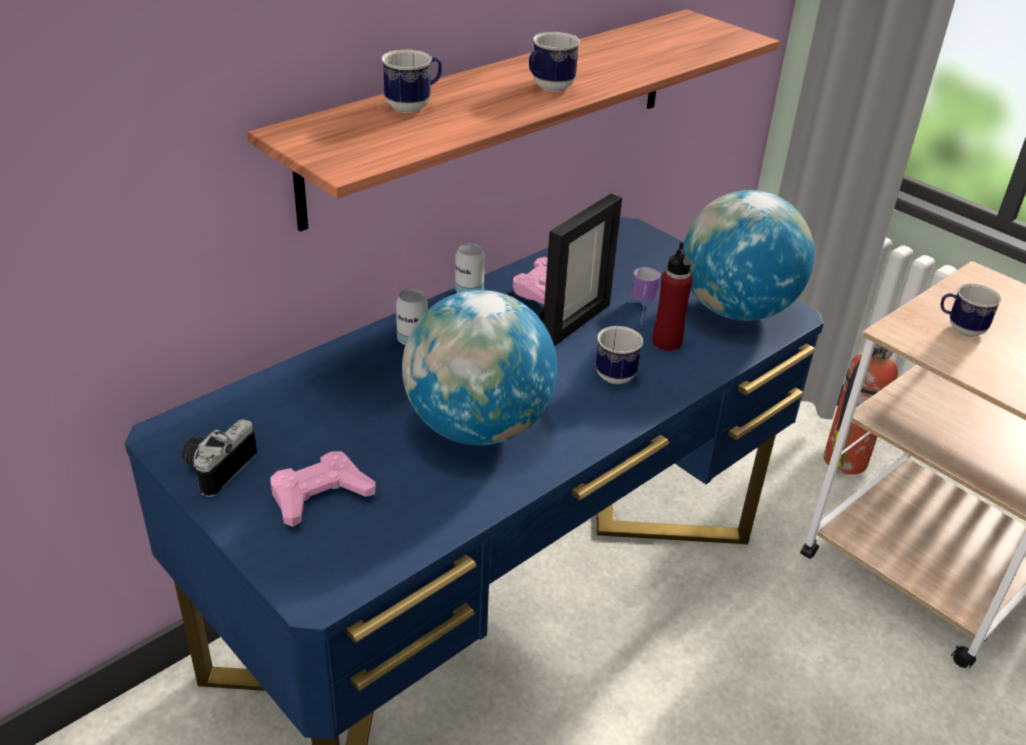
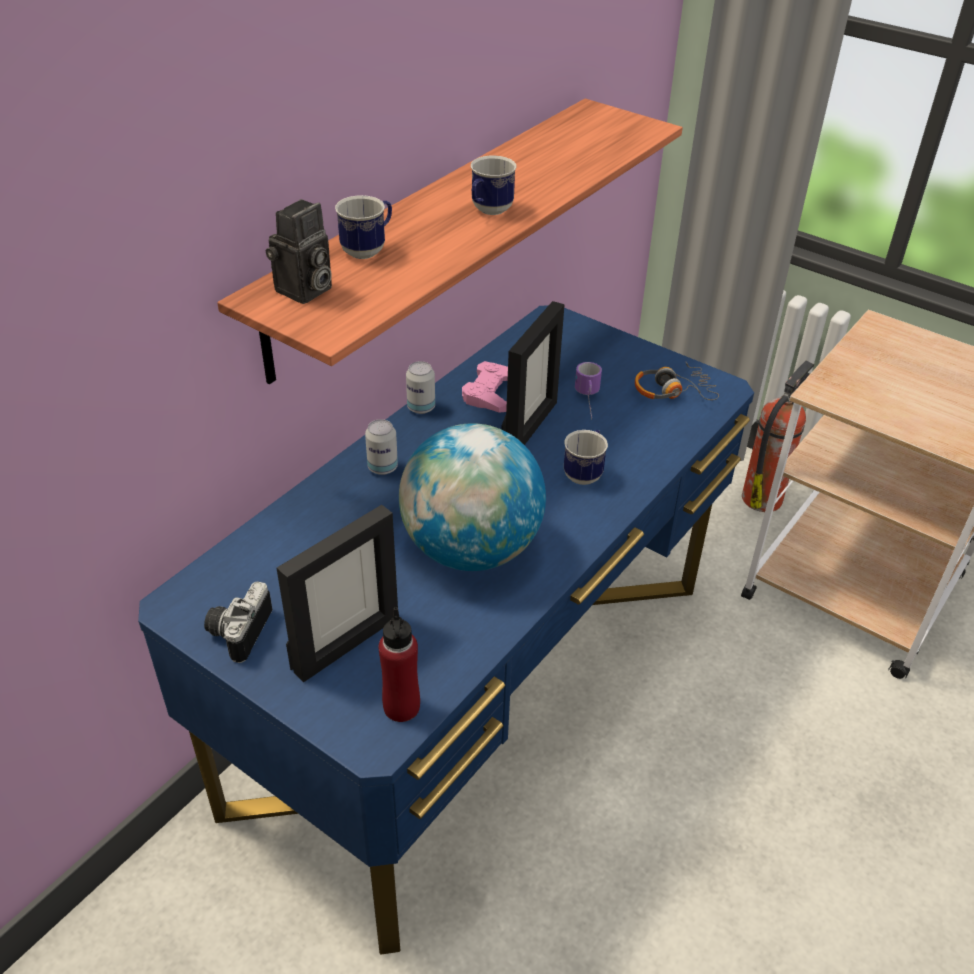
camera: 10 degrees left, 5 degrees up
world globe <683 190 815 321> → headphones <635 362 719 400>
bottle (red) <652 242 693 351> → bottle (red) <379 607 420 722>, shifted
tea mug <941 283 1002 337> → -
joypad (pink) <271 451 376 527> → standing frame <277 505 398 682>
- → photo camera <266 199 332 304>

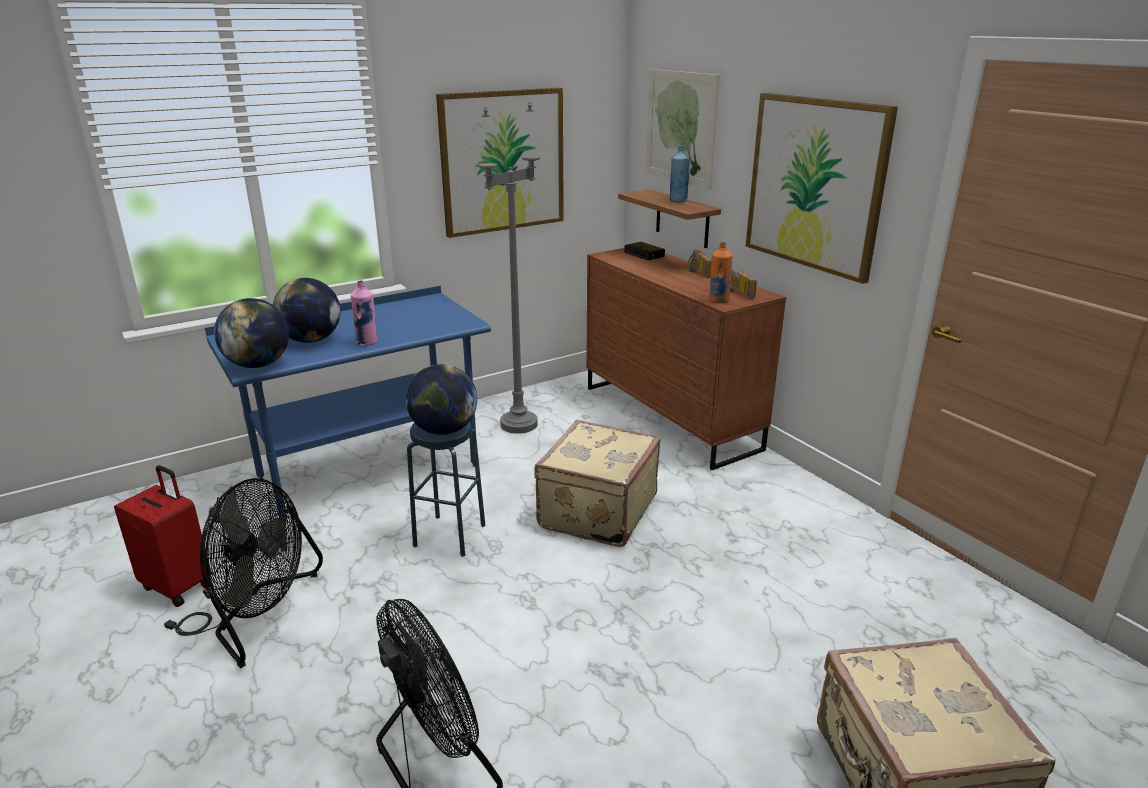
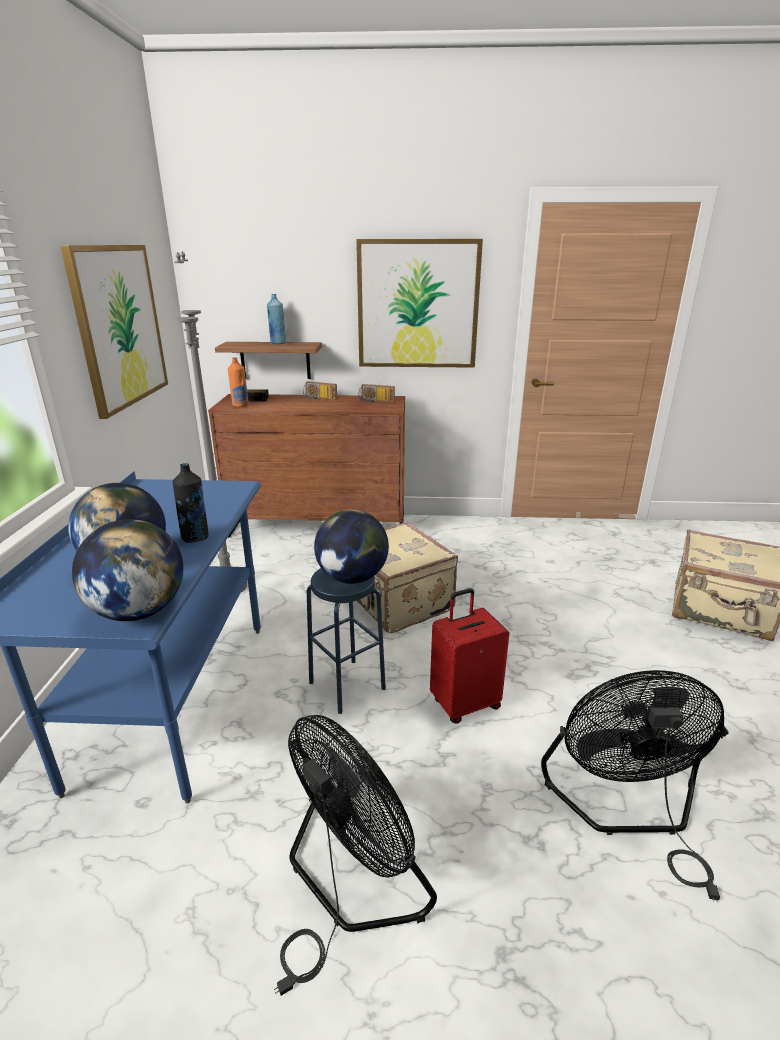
camera: 55 degrees left, 0 degrees up
wall art <646 69 720 189> → -
bottle (orange) <709 242 733 303> → bottle (orange) <228 358 249 407>, shifted
bottle (pink) <351 281 377 346> → bottle (blackish) <173 463 208 543>
piece of luggage (red) <114 465 211 607> → piece of luggage (red) <430 588 509 724>, shifted

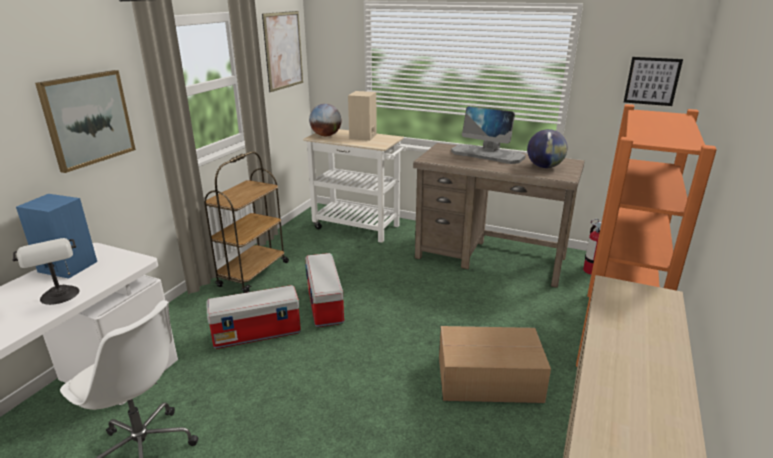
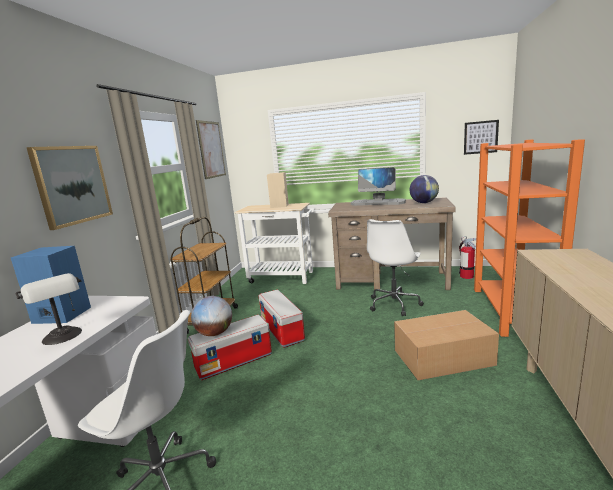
camera: 10 degrees left, 10 degrees down
world globe <309 104 341 136> → world globe <191 296 232 336>, shifted
- → office chair (whitish) <367 219 424 316>

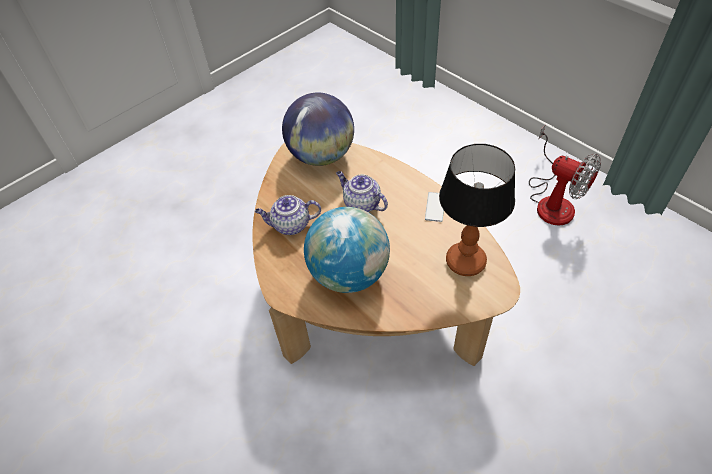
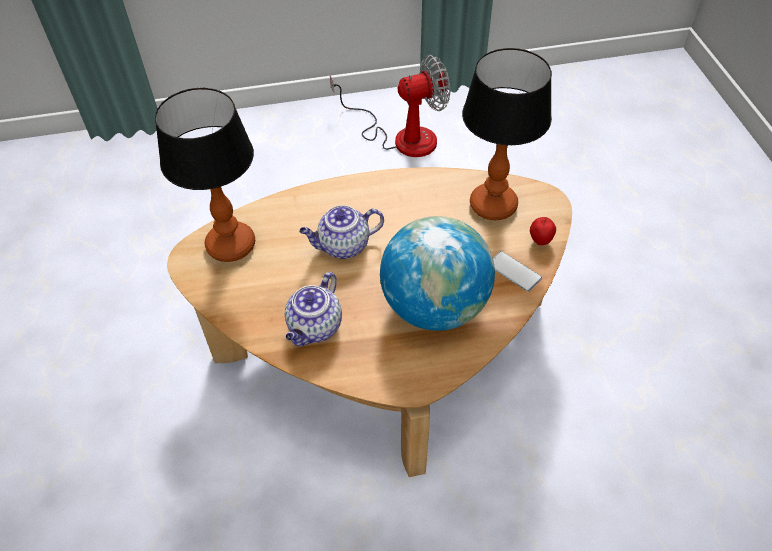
camera: 60 degrees left, 0 degrees up
world globe <282 92 354 166> → table lamp <155 87 255 262>
handset <425 192 444 222> → handset <493 251 542 292>, shifted
- → apple <530 217 556 245>

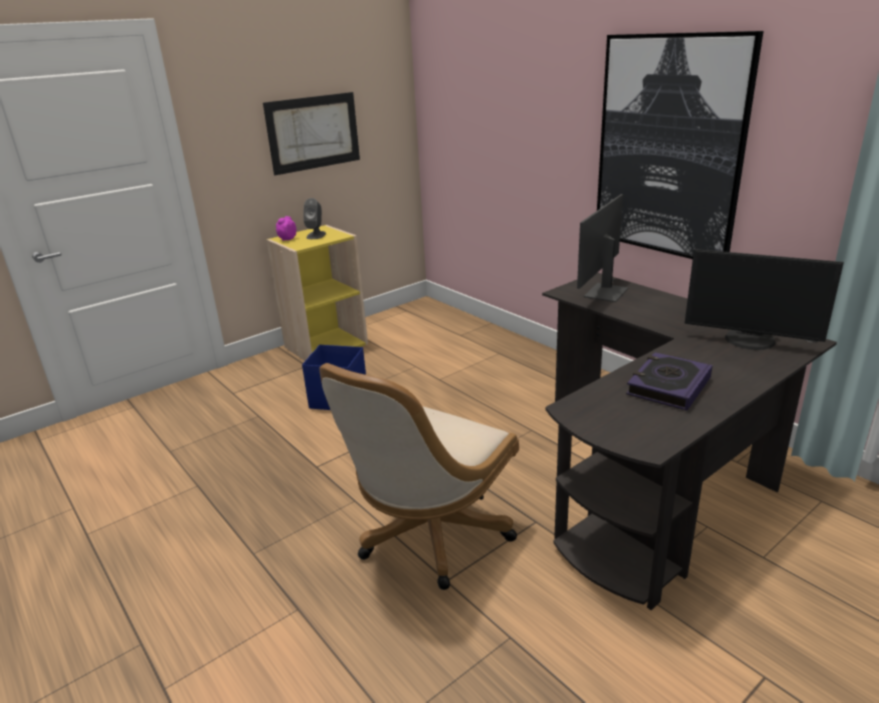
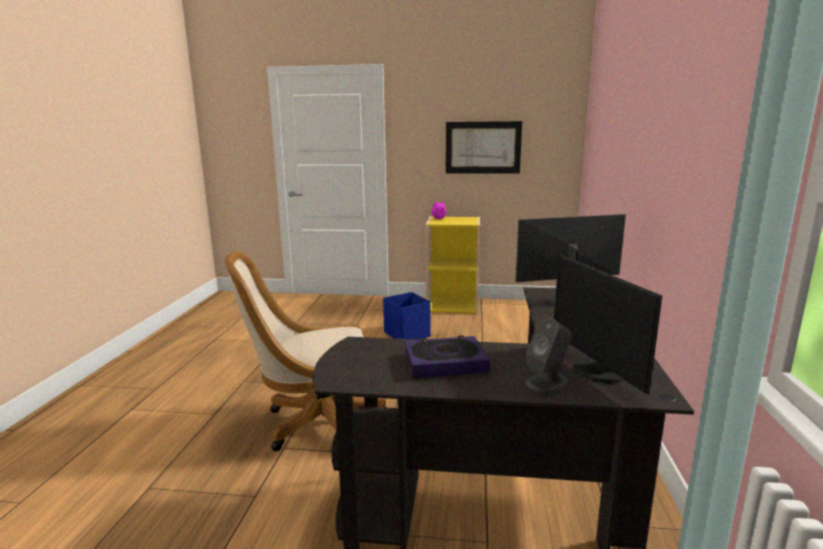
camera: 45 degrees right, 10 degrees down
wall art <597 31 763 259> → -
loudspeaker (grey) <303 198 326 239> → loudspeaker (grey) <526 318 571 393>, shifted

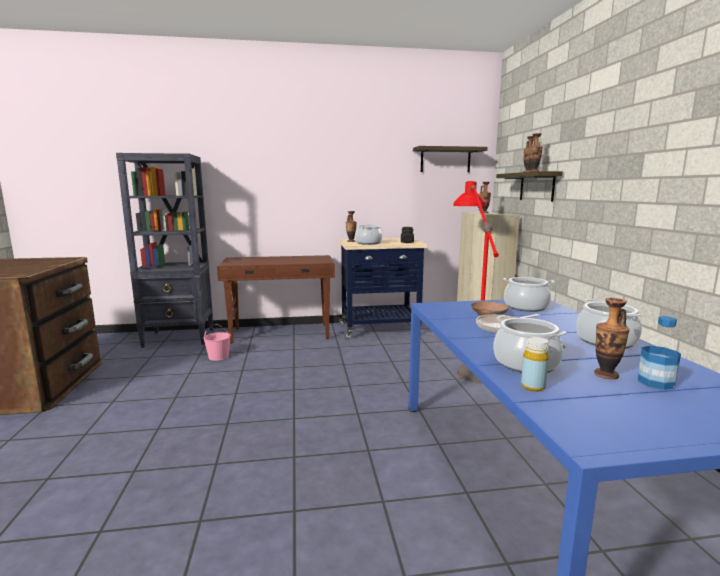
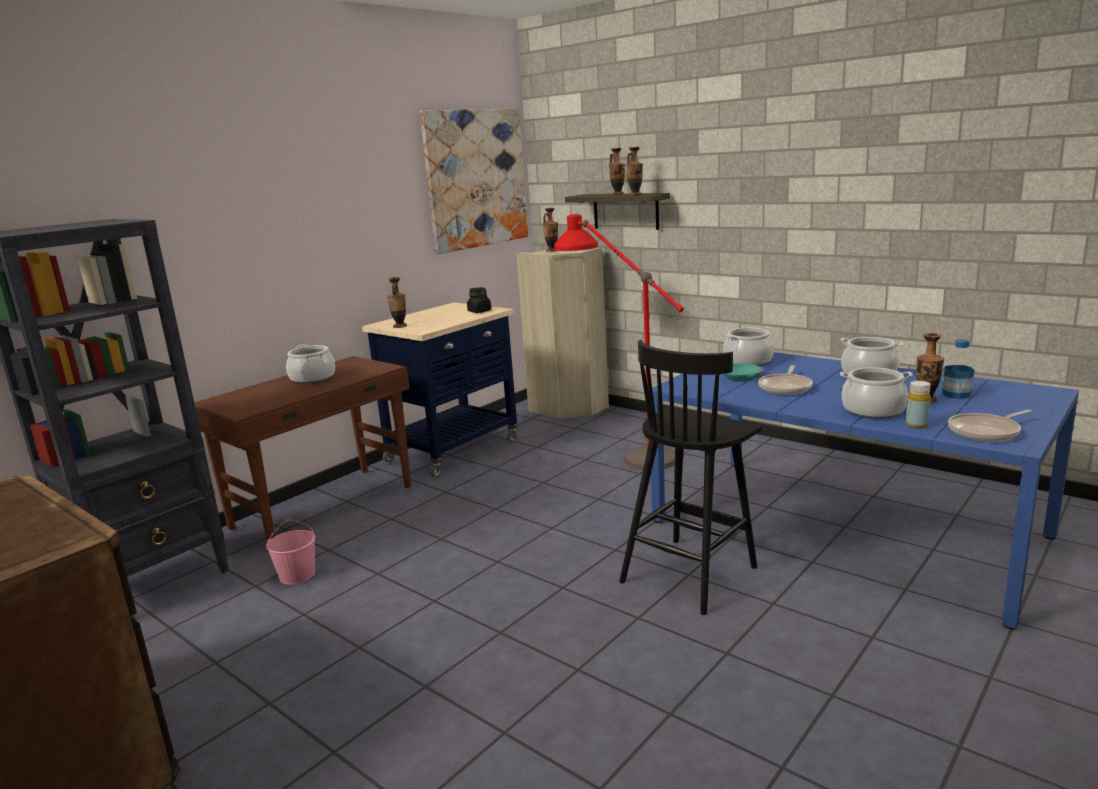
camera: 40 degrees left, 5 degrees up
wall shelf <413 146 488 172> → wall art <420 109 528 254>
stockpot <355 224 382 245> → stockpot <286 344 335 384>, shifted
serving bowl (brownish) <471 301 509 316> → serving bowl (turquoise) <723 364 763 382>
- → stool (blackish) <619 340 762 615>
- → frying pan <948 410 1032 442>

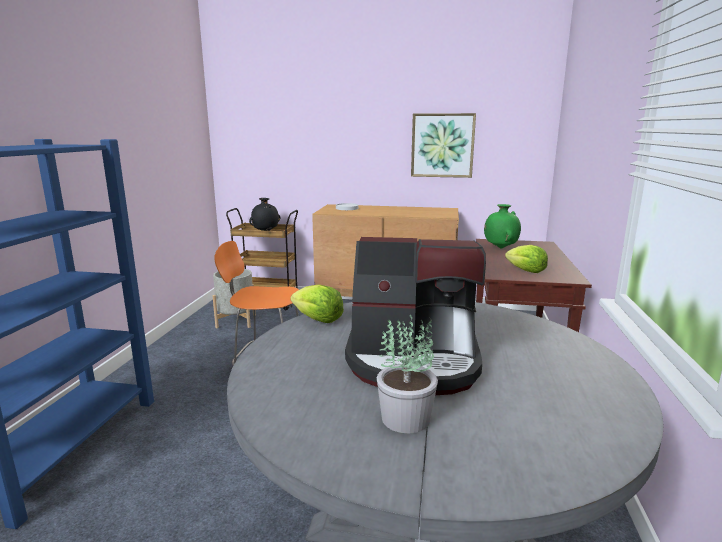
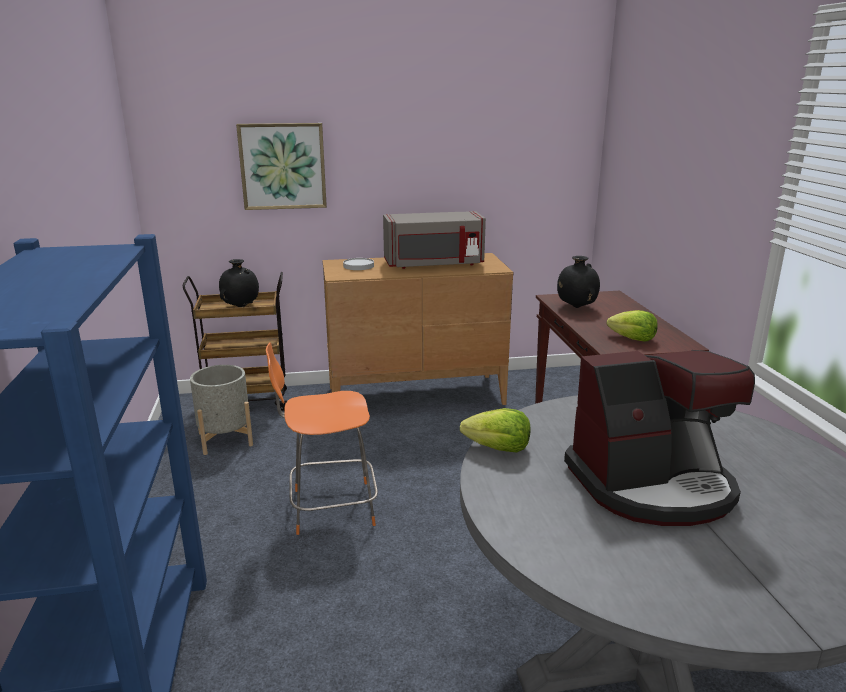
camera: 20 degrees left, 5 degrees up
wall art <411 113 476 178> → wall art <236 123 327 210>, shifted
flower vase (green-coloured) <484 204 521 249> → flower vase (blackish) <557 256 600 308>
plant in a pot <377 315 438 433> → -
- → microwave (grey) <383 211 486 269>

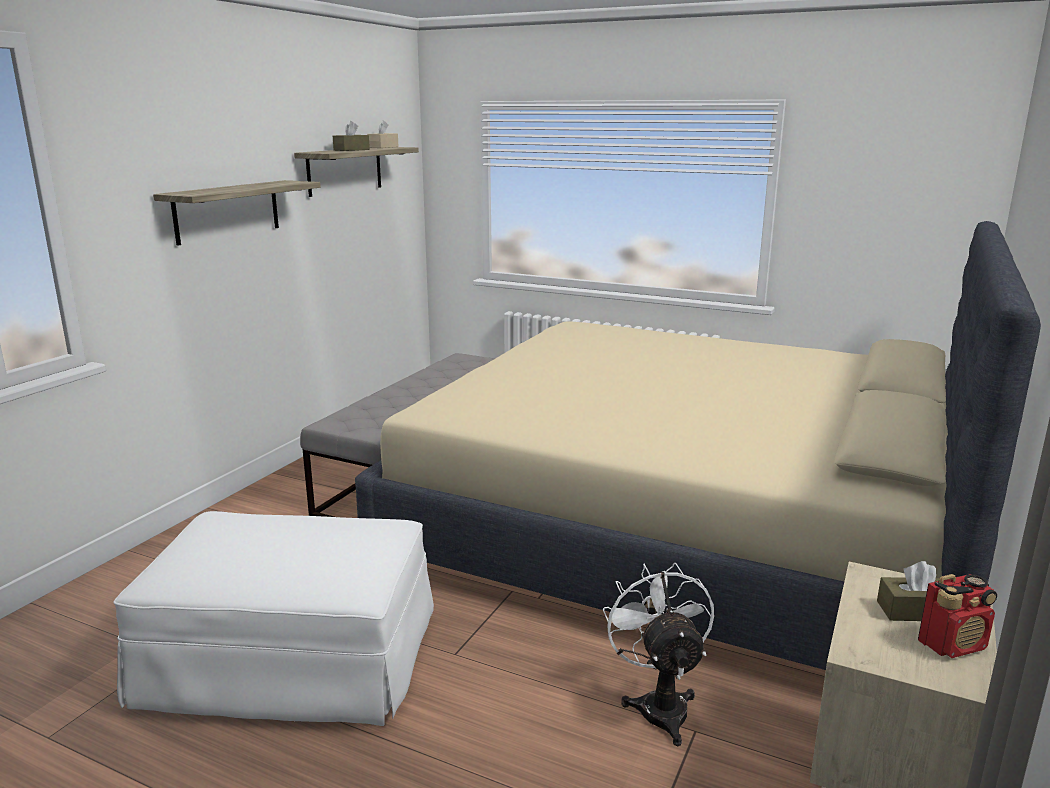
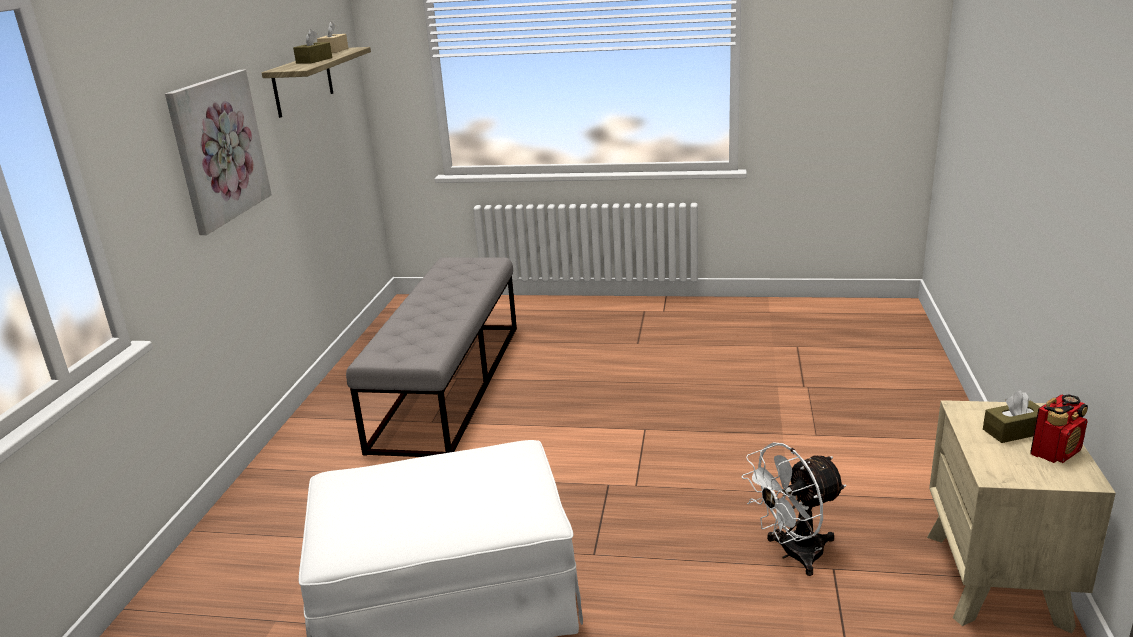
camera: 15 degrees left, 5 degrees up
wall shelf <153 180 321 246> → wall art <165 70 272 235>
bedroom bed (beige) <355 221 1041 670> → -
fan (whitish) <603 563 714 746> → fan (whitish) <742 442 846 576>, 90 degrees counterclockwise

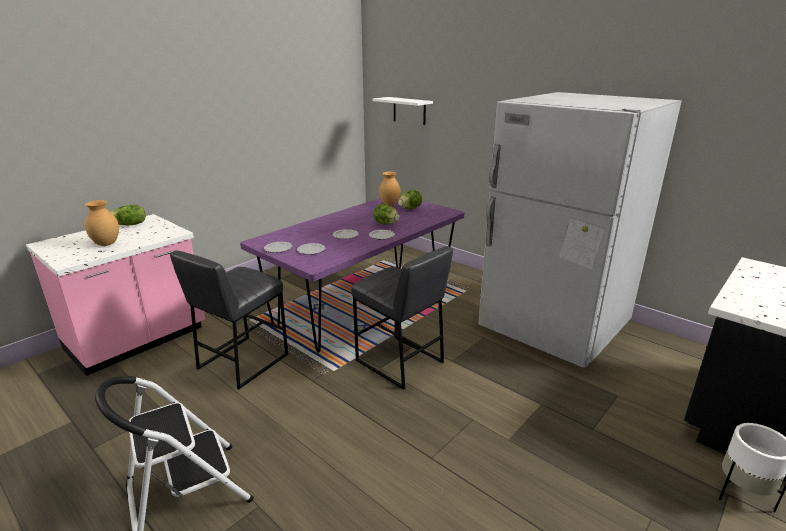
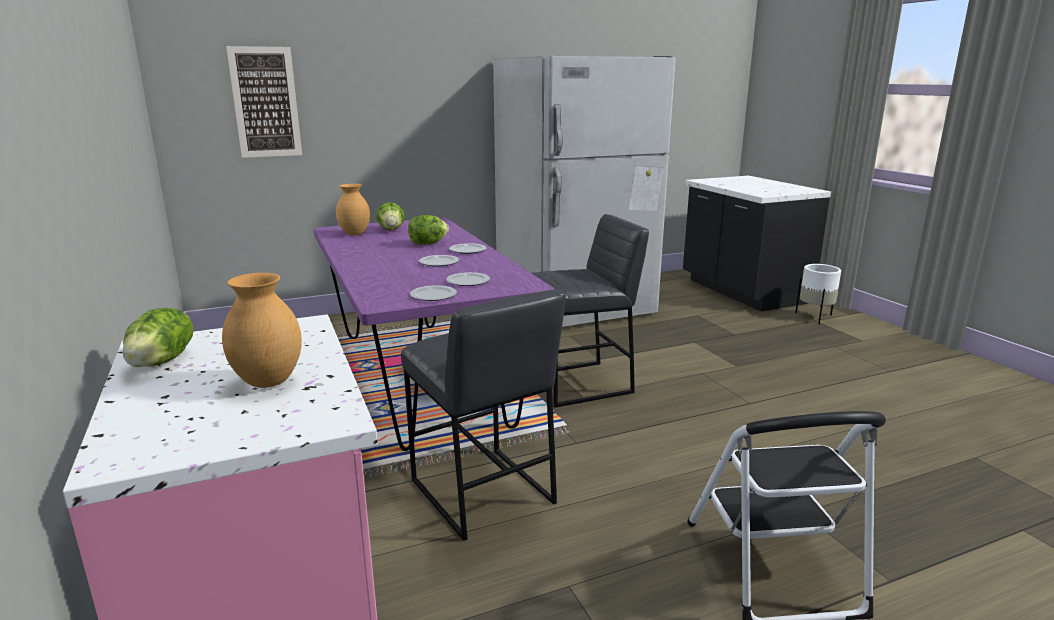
camera: 65 degrees left, 5 degrees down
wall shelf (whitish) <372 97 433 125> → wall art <226 46 302 158>

